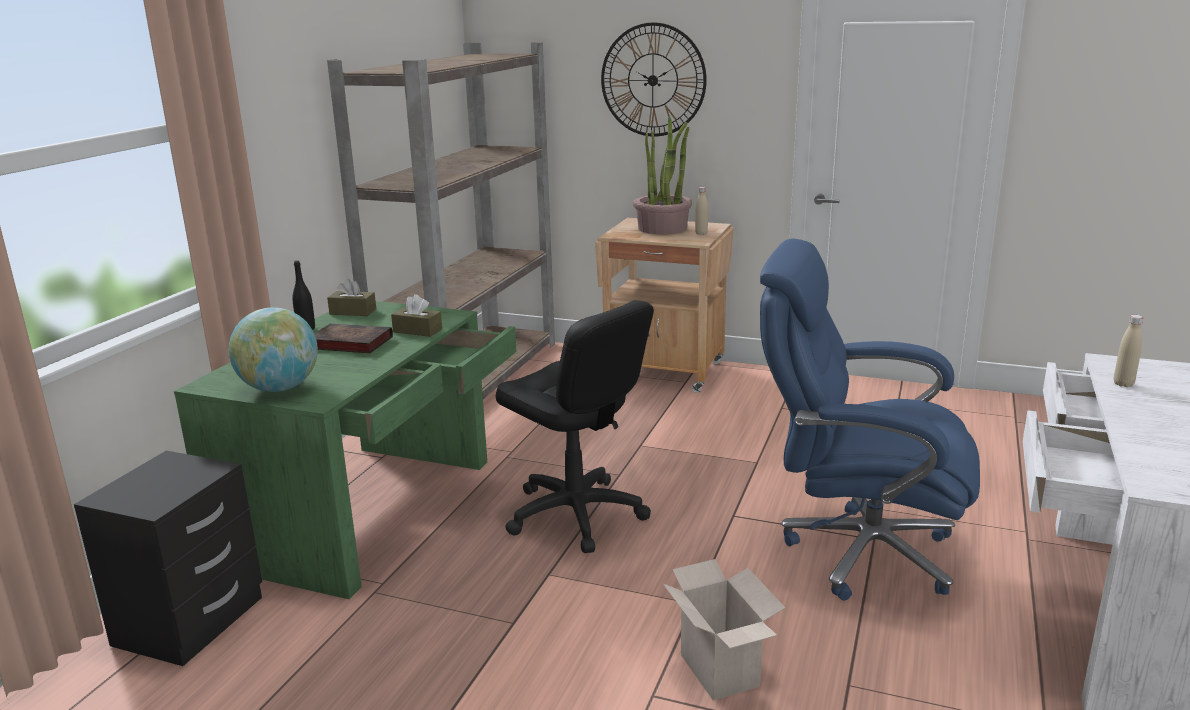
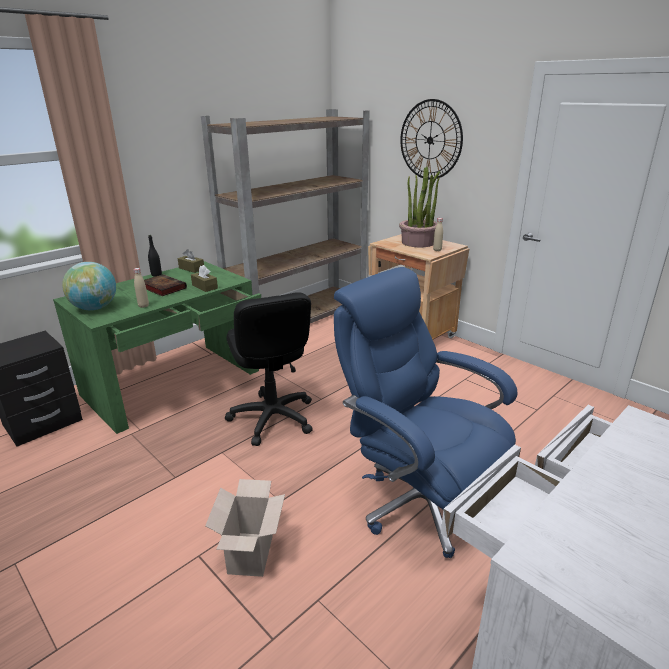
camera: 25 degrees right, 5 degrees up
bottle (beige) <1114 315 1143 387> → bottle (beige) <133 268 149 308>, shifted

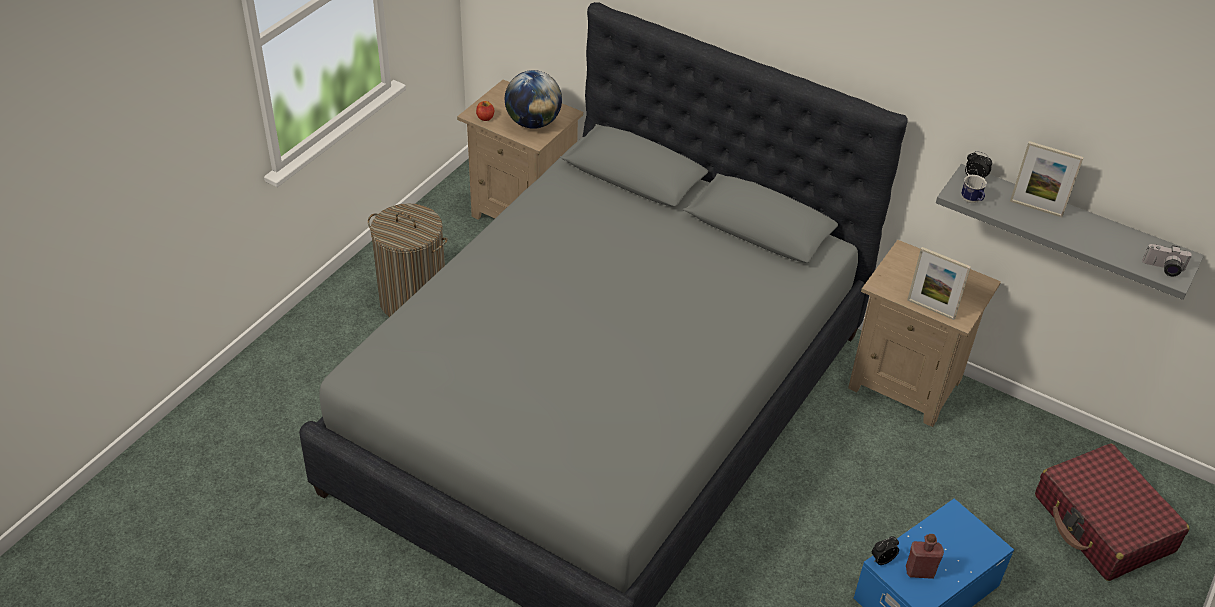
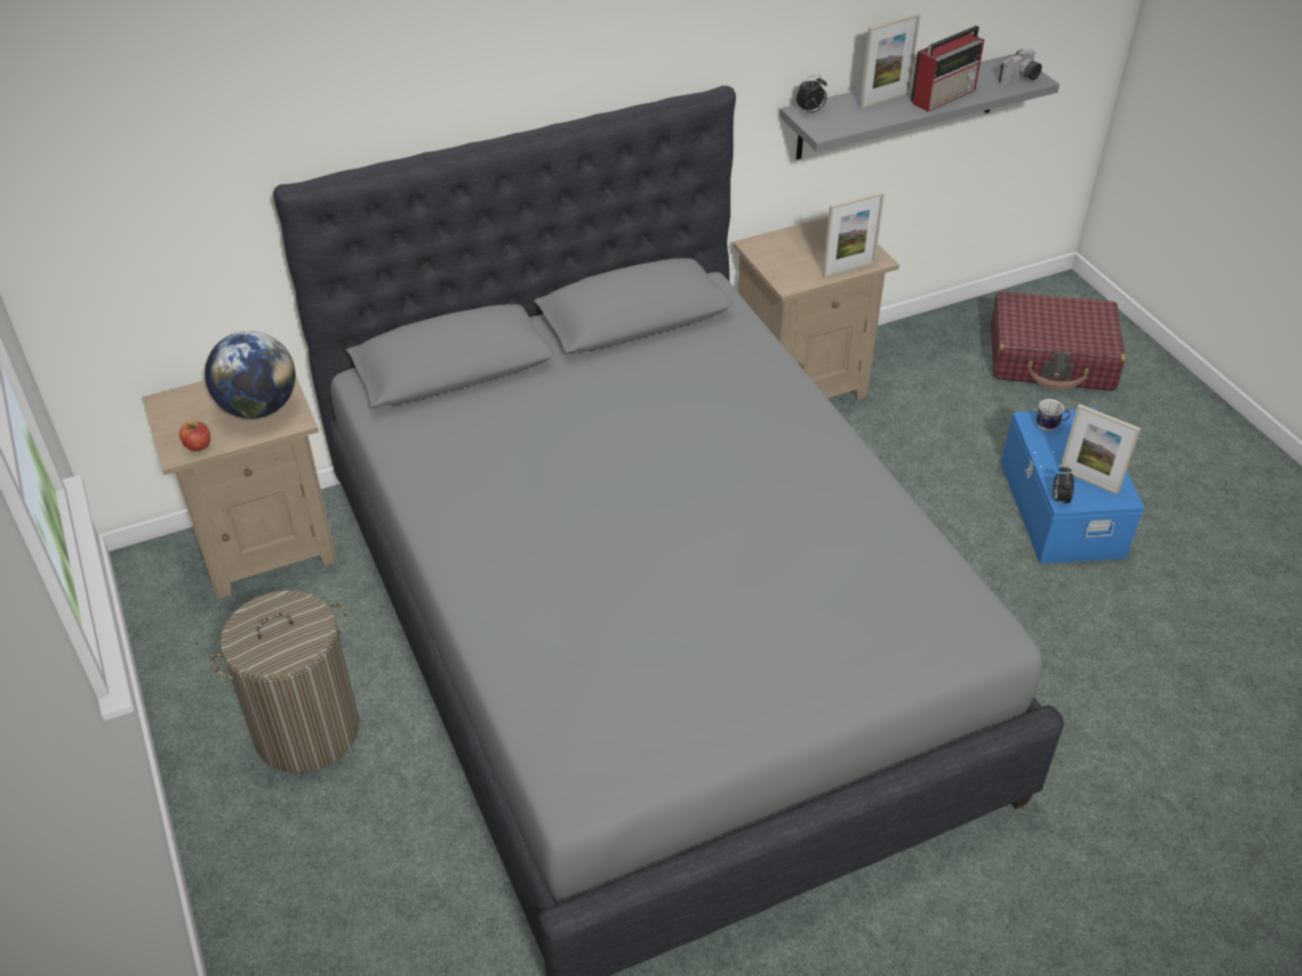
camera: 55 degrees left, 0 degrees up
tea mug <961 175 987 203> → tea mug <1036 399 1071 431>, shifted
bottle (red) <906 534 944 579> → standing frame <1060 404 1141 495>
- → radio <911 26 984 112>

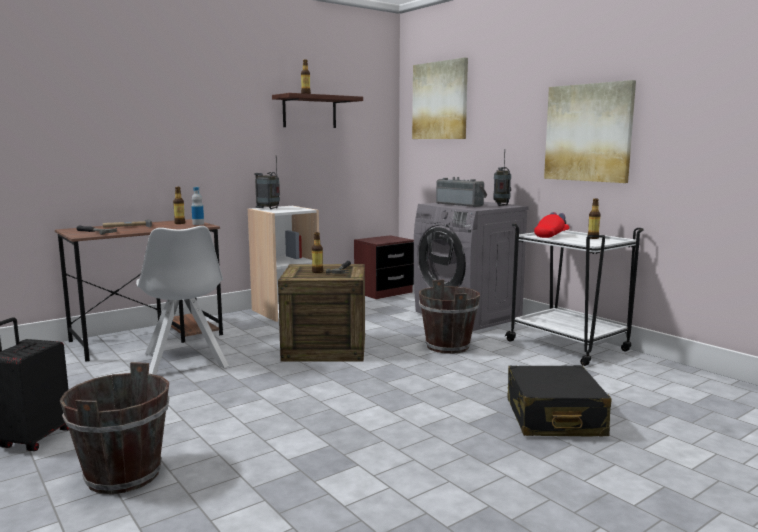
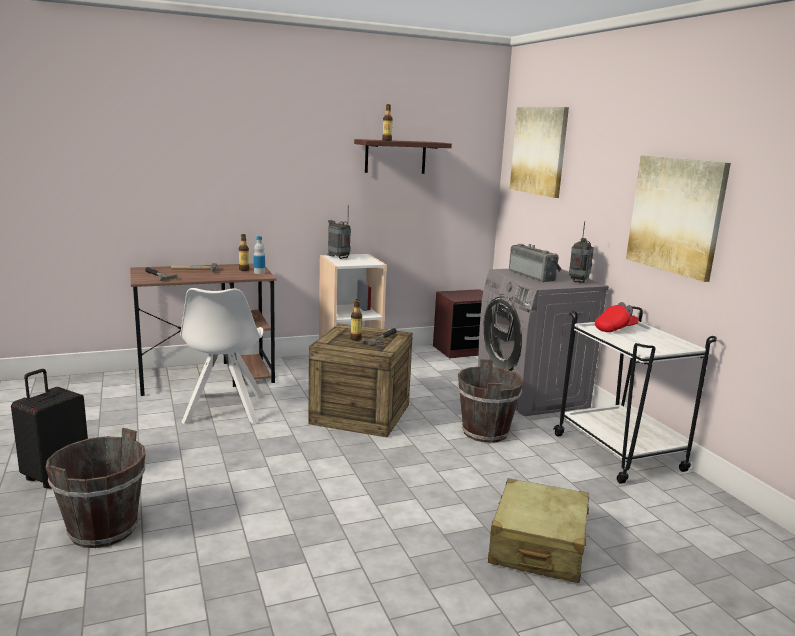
camera: 15 degrees right, 5 degrees up
bottle <588 198 600 239> → -
piece of luggage (blackish) <507 365 612 436> → piece of luggage (beige) <488 478 589 583>

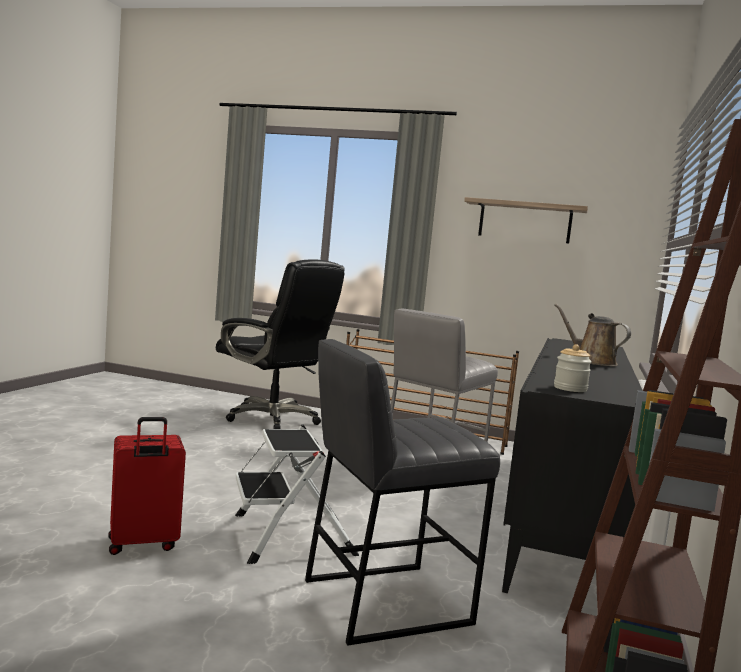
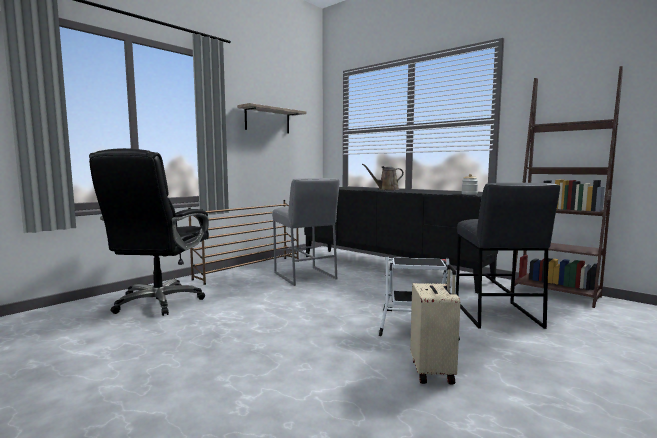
camera: 65 degrees left, 0 degrees up
office chair (blackish) <216 259 345 429> → office chair (blackish) <89 148 209 316>, 120 degrees clockwise
piece of luggage (red) <108 417 186 555> → piece of luggage (beige) <410 265 460 384>

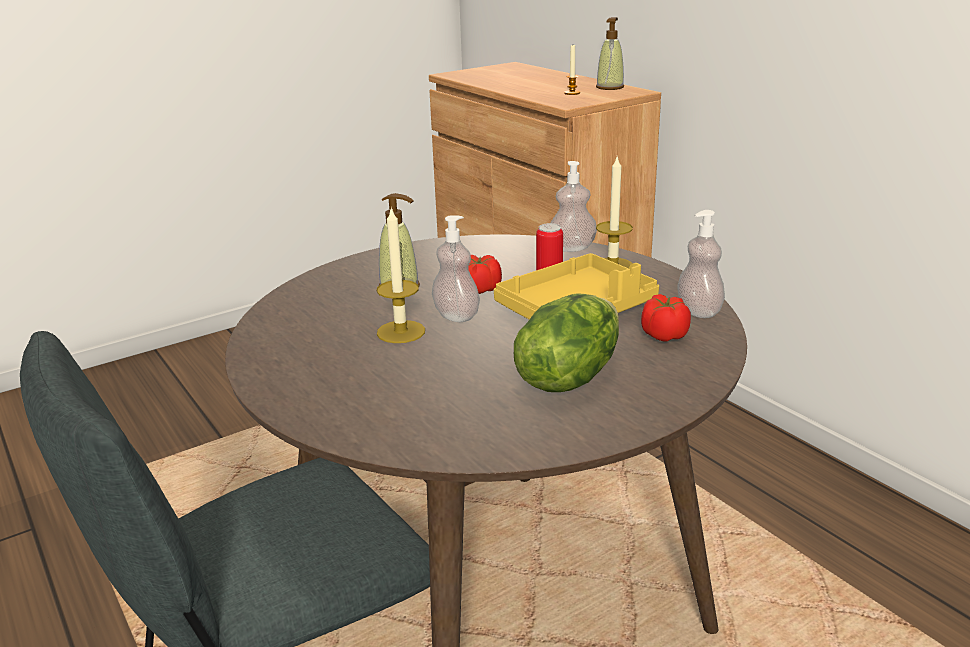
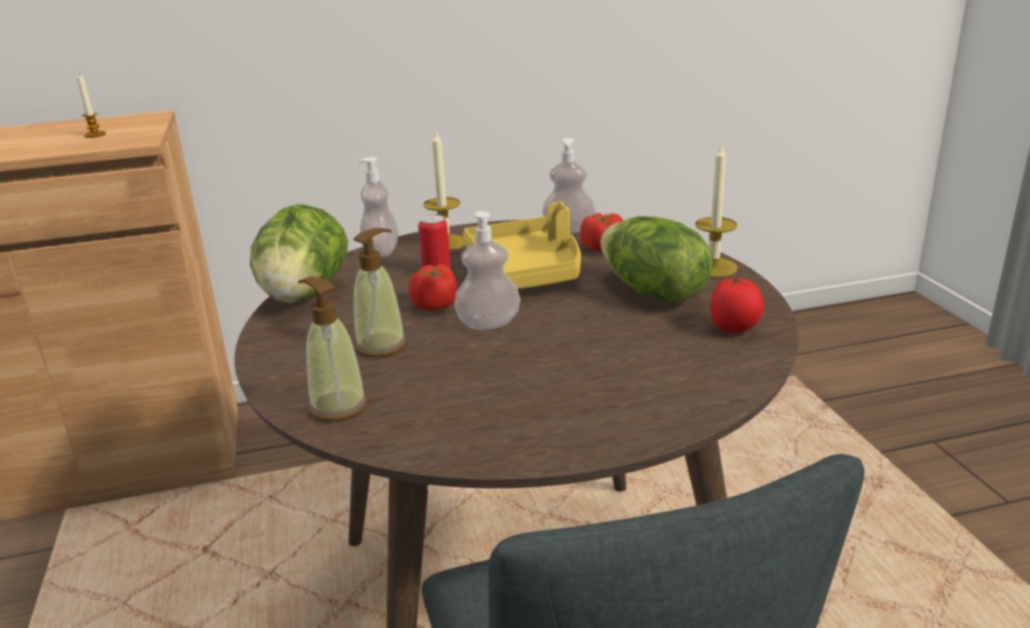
camera: 70 degrees left, 0 degrees up
soap dispenser <596 17 624 90> → soap dispenser <298 277 367 421>, shifted
wax light <376 206 425 343> → wax light <695 142 738 277>, shifted
- → lettuce <250 204 348 303>
- → whole tomato <710 277 764 333>

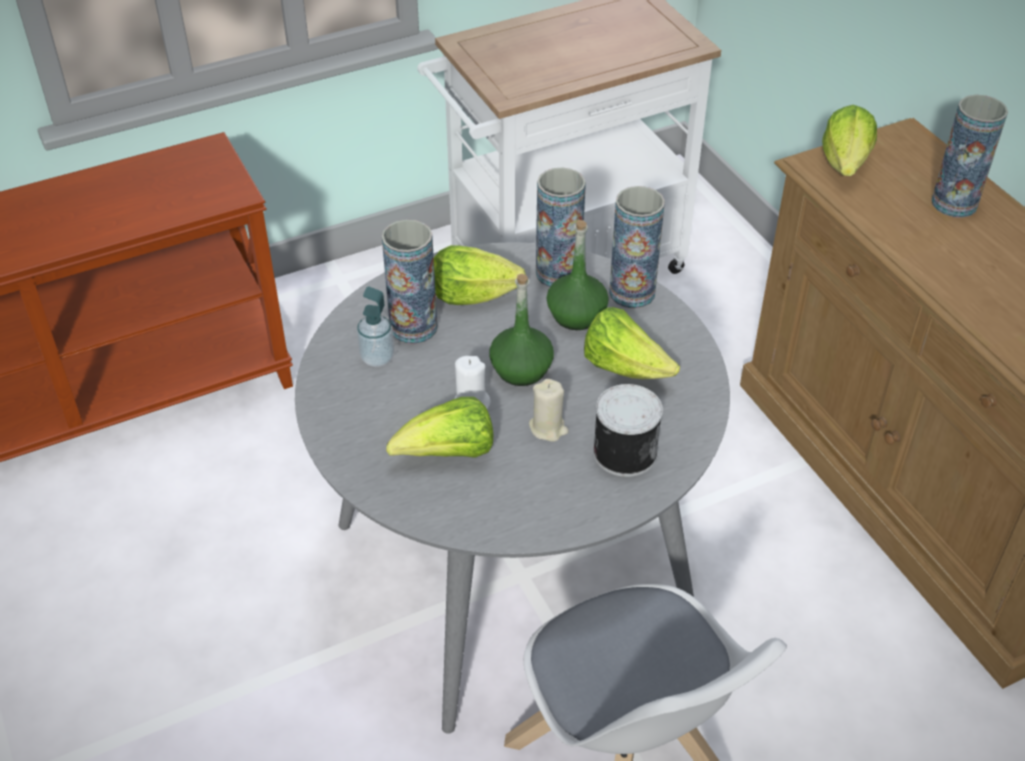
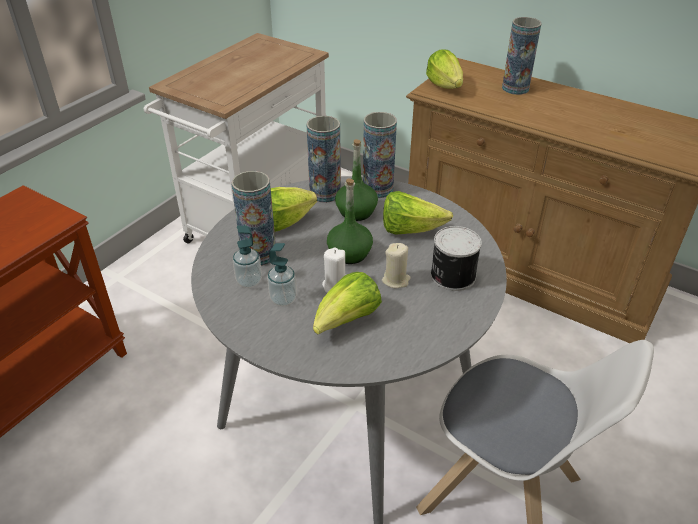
camera: 30 degrees left, 5 degrees down
- → soap dispenser <267 243 297 306>

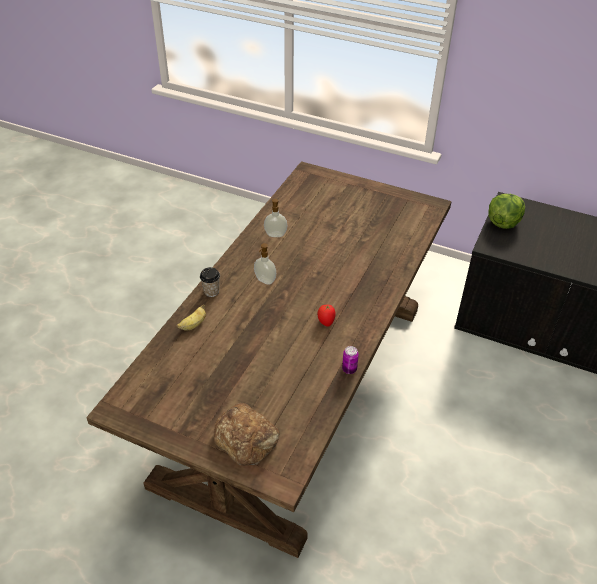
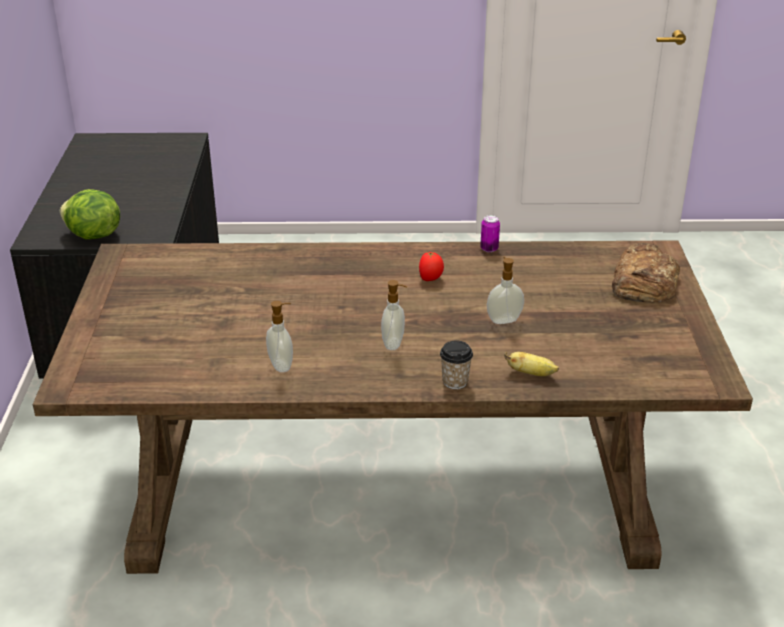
camera: 115 degrees left, 10 degrees down
- → soap dispenser <487 257 524 324>

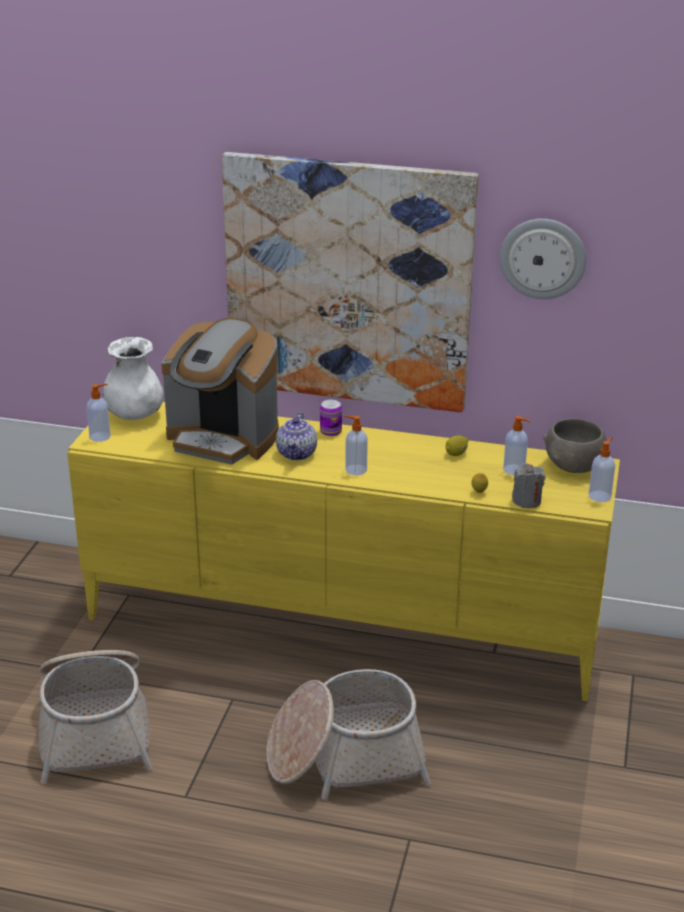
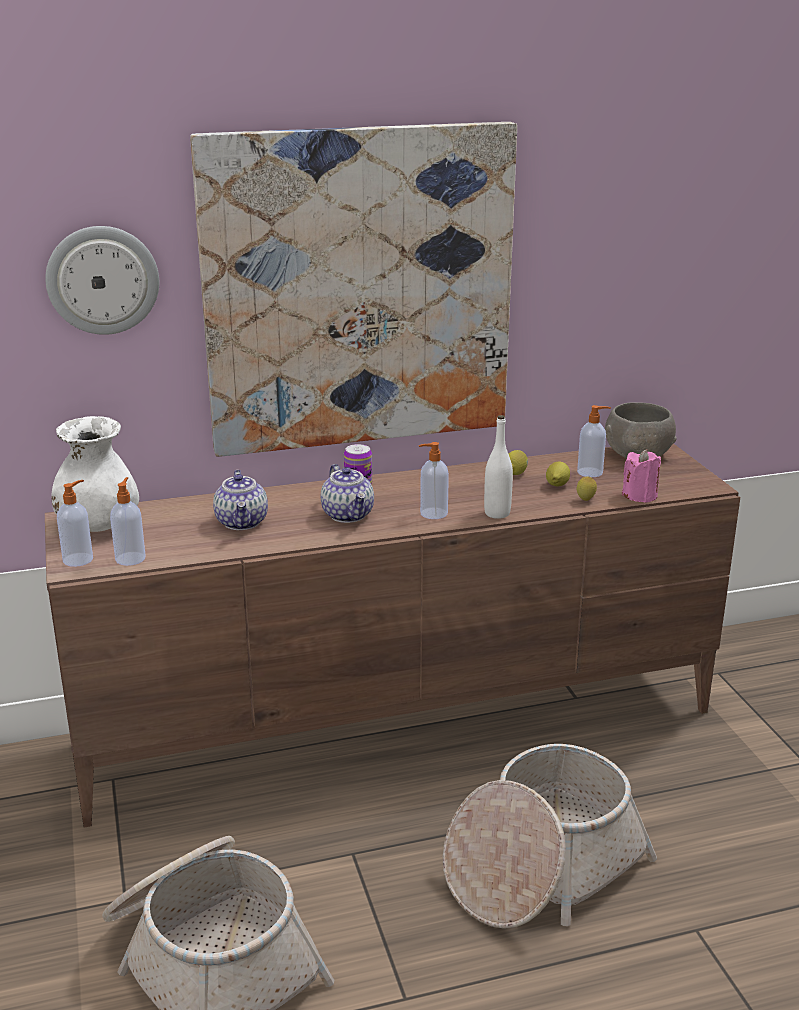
camera: 30 degrees left, 5 degrees down
clock on the wall <500 219 586 299> → clock on the wall <45 226 159 335>, shifted
coffee machine <161 318 279 465> → tea pot <213 470 268 530>
cupboard (yellow-coloured) <67 402 620 701> → cupboard (brownish) <45 443 740 828>
soap dispenser <589 437 615 502> → soap dispenser <110 477 146 566>, shifted
wax light (grey) <512 463 545 508> → wax light (pink) <622 449 661 503>
- → bottle (whitish) <484 415 513 519>
- → lemon <546 462 570 486>

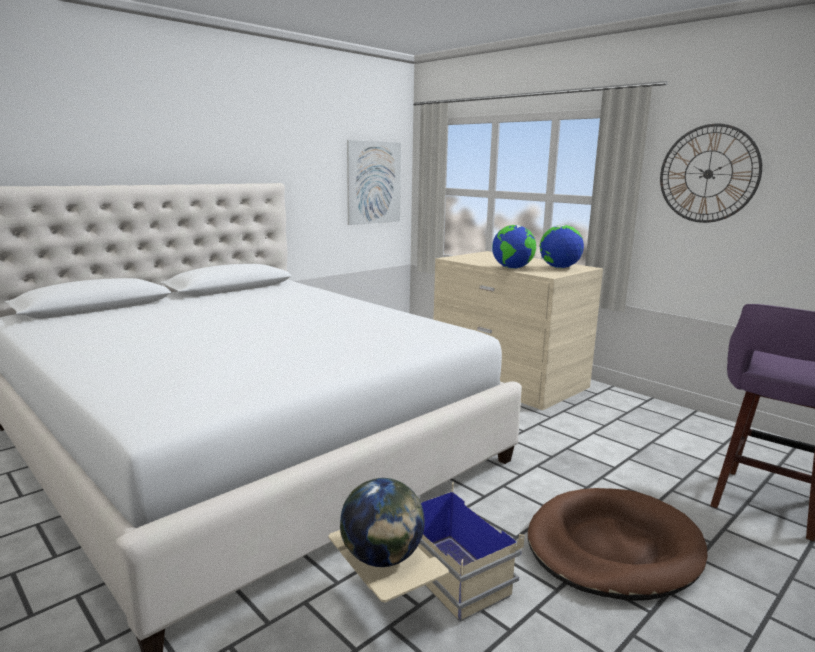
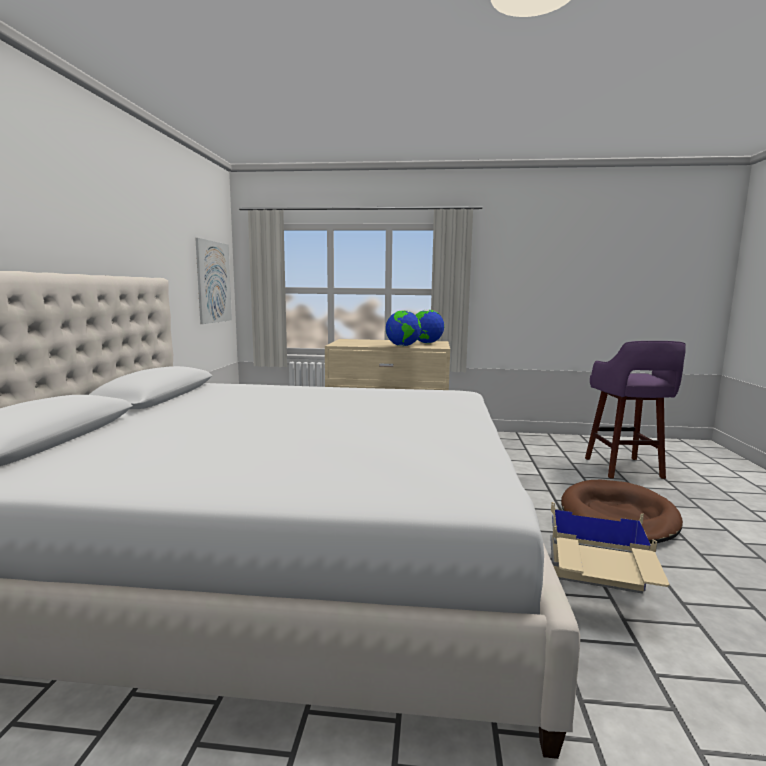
camera: 40 degrees left, 5 degrees down
clock on the wall <660 124 762 223> → -
world globe <340 478 425 567> → -

